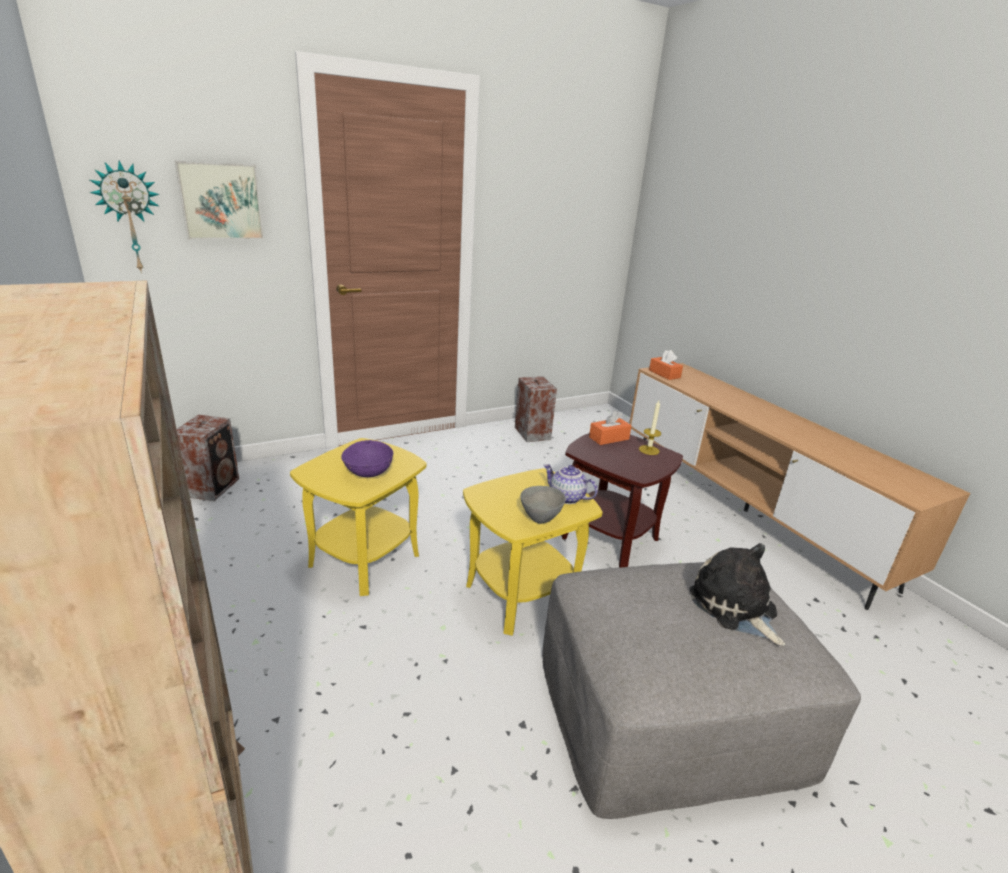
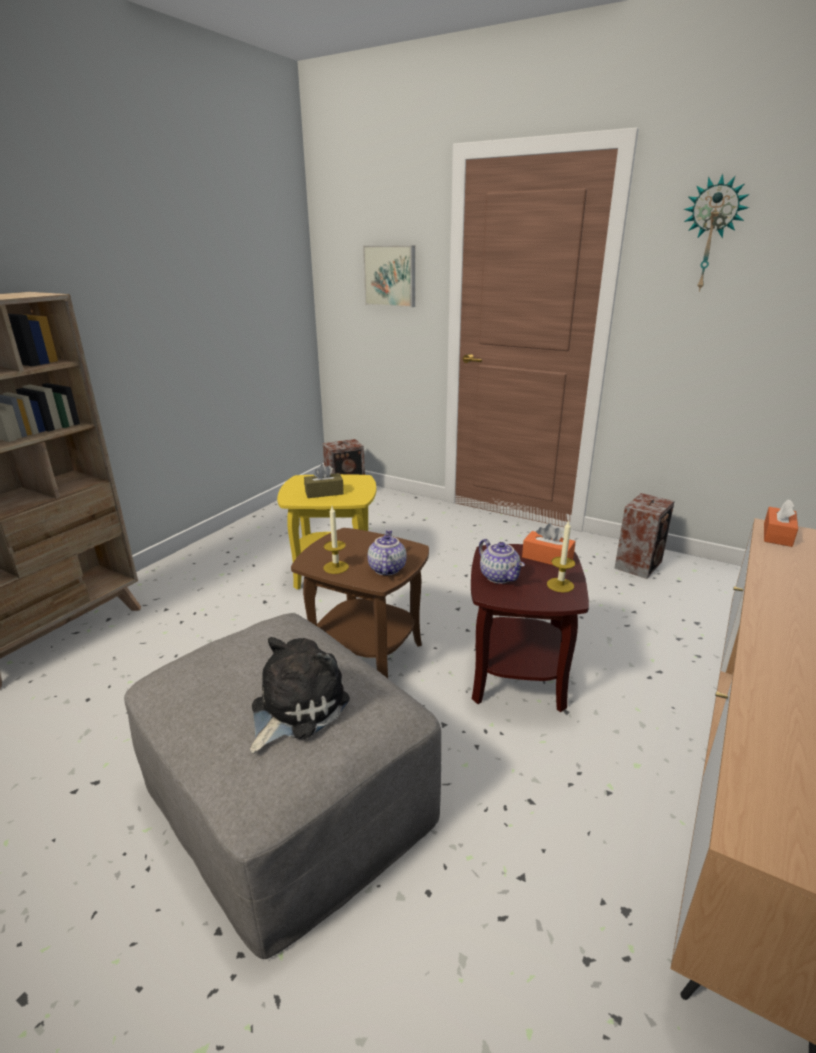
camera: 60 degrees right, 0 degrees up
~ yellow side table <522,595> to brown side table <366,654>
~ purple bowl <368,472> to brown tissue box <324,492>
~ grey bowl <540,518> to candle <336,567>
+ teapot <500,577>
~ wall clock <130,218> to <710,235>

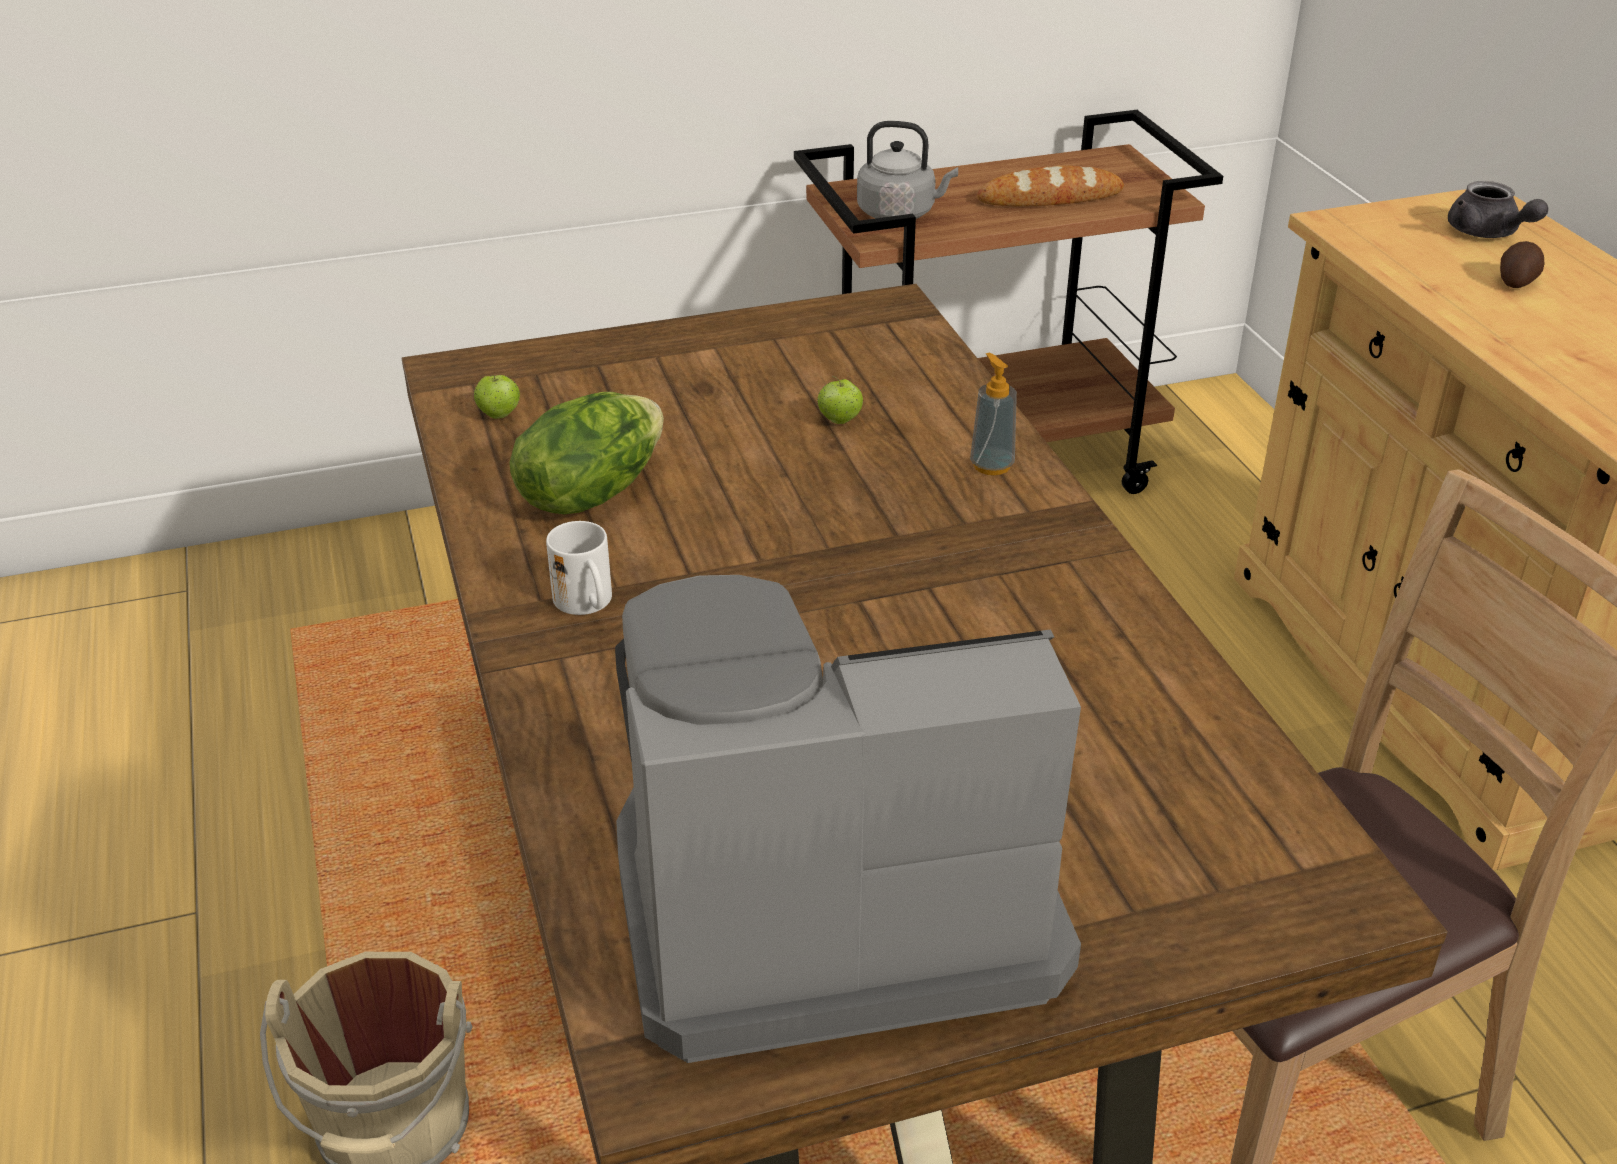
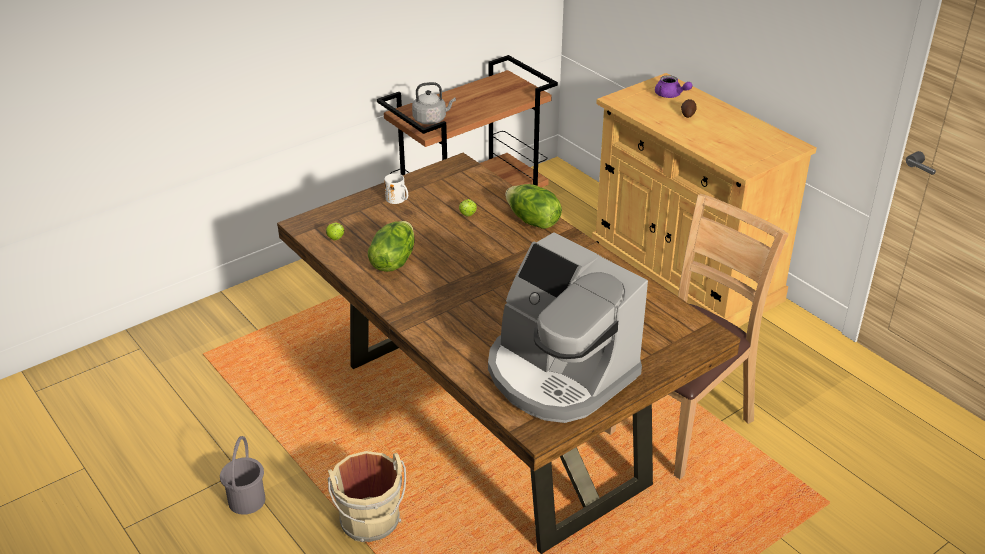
camera: 20 degrees left, 0 degrees up
+ grey bucket <247,500>
~ white mug <588,604> to <398,200>
~ coffee machine <824,902> = <558,374> 105 degrees counterclockwise
~ soap dispenser <991,465> to lettuce <532,221>
~ grey teapot <1487,234> to purple teapot <670,95>
- bread <1050,197>

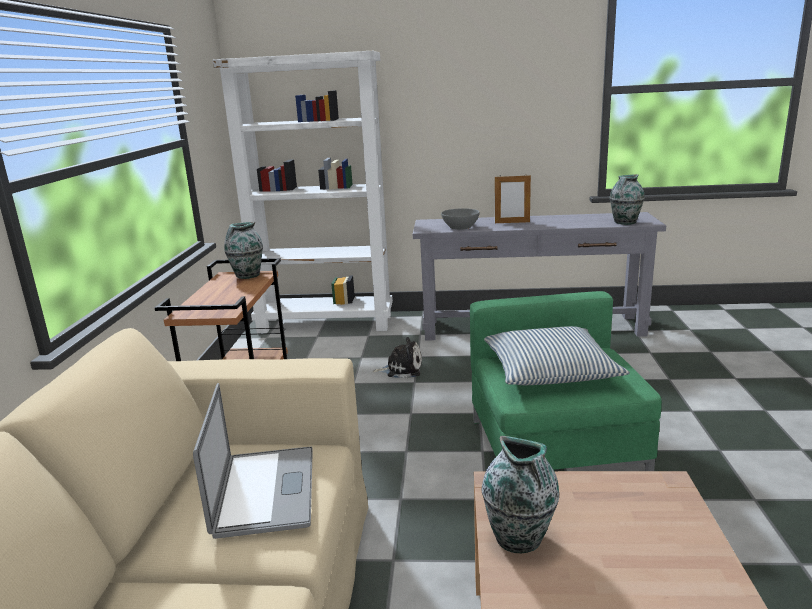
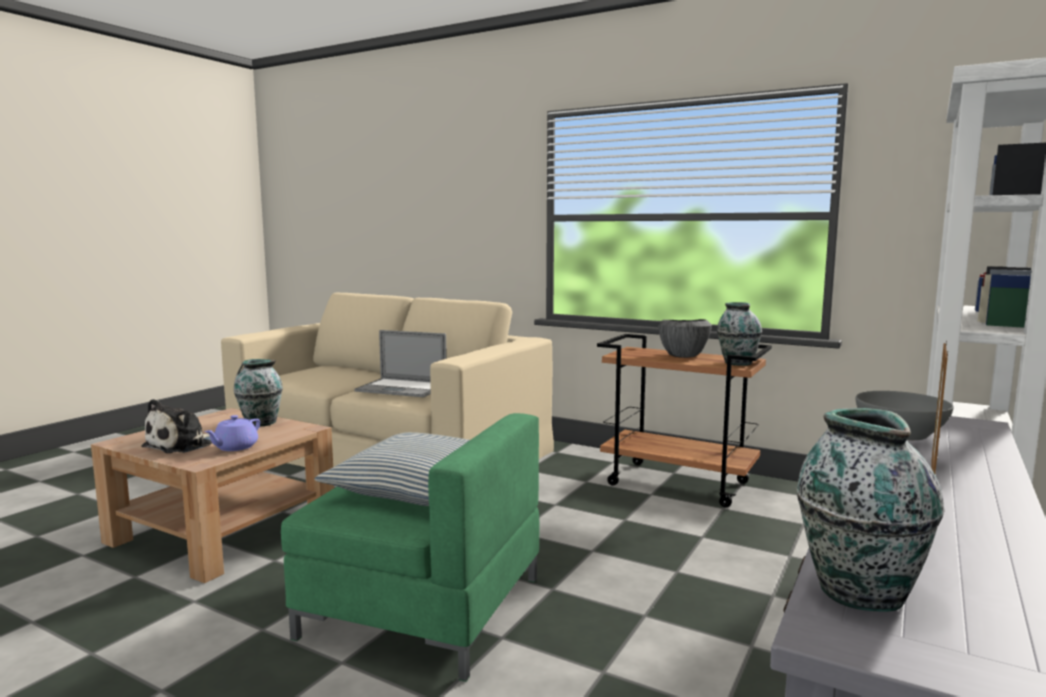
camera: 115 degrees right, 10 degrees down
~ plush toy <401,369> to <182,445>
+ purple teapot <235,447>
+ bowl <683,356>

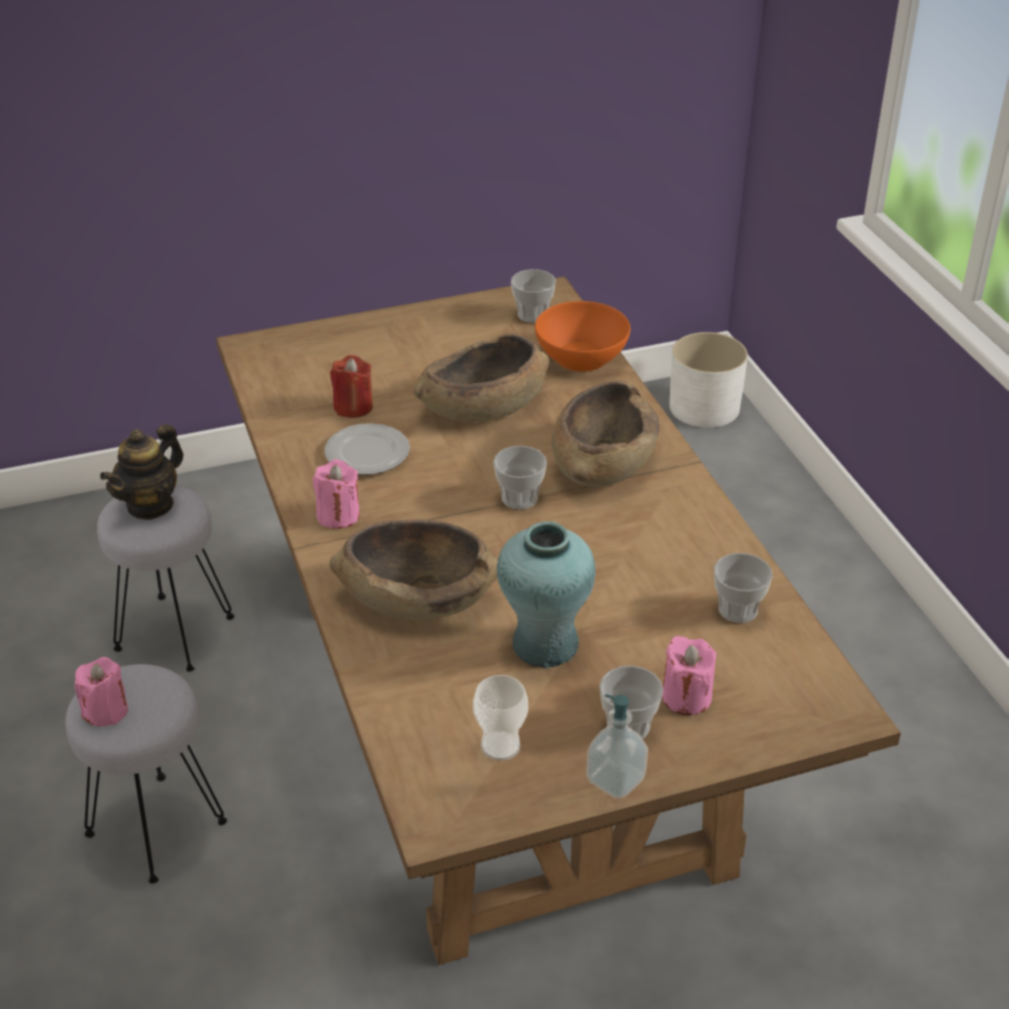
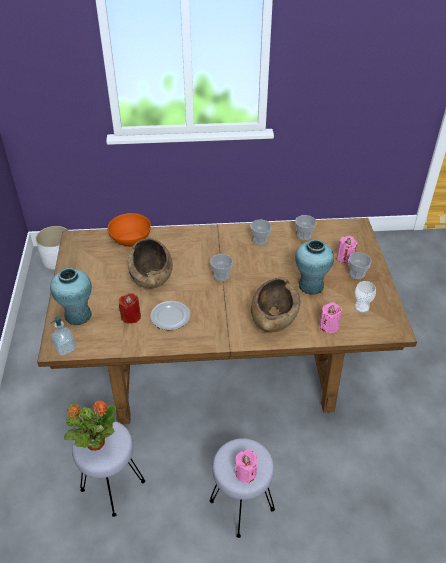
camera: 75 degrees left, 5 degrees up
+ turquoise vase <78,315>
~ soap dispenser <615,779> to <65,348>
~ teapot <150,505> to potted plant <95,442>
~ cup <533,315> to <260,240>
~ pink candle <338,515> to <329,326>
- brown bowl <603,461>

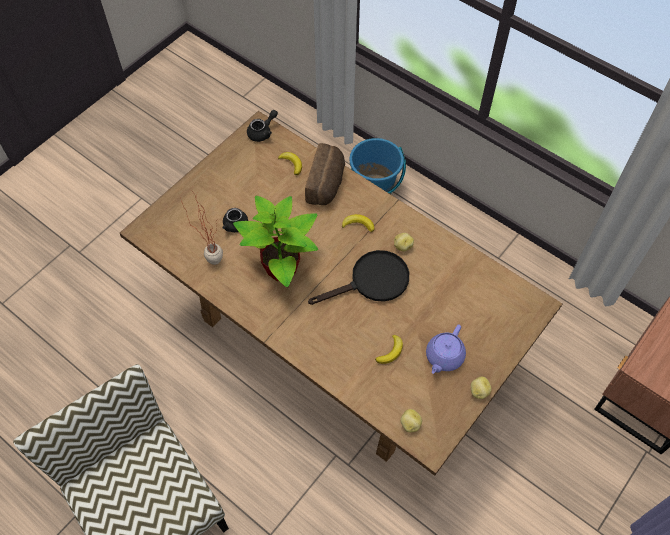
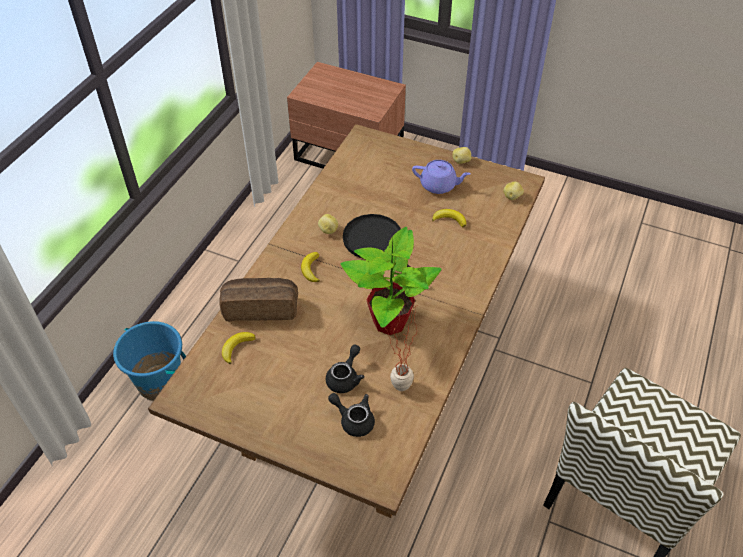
camera: 105 degrees left, 10 degrees down
~ black teapot <262,132> to <353,420>

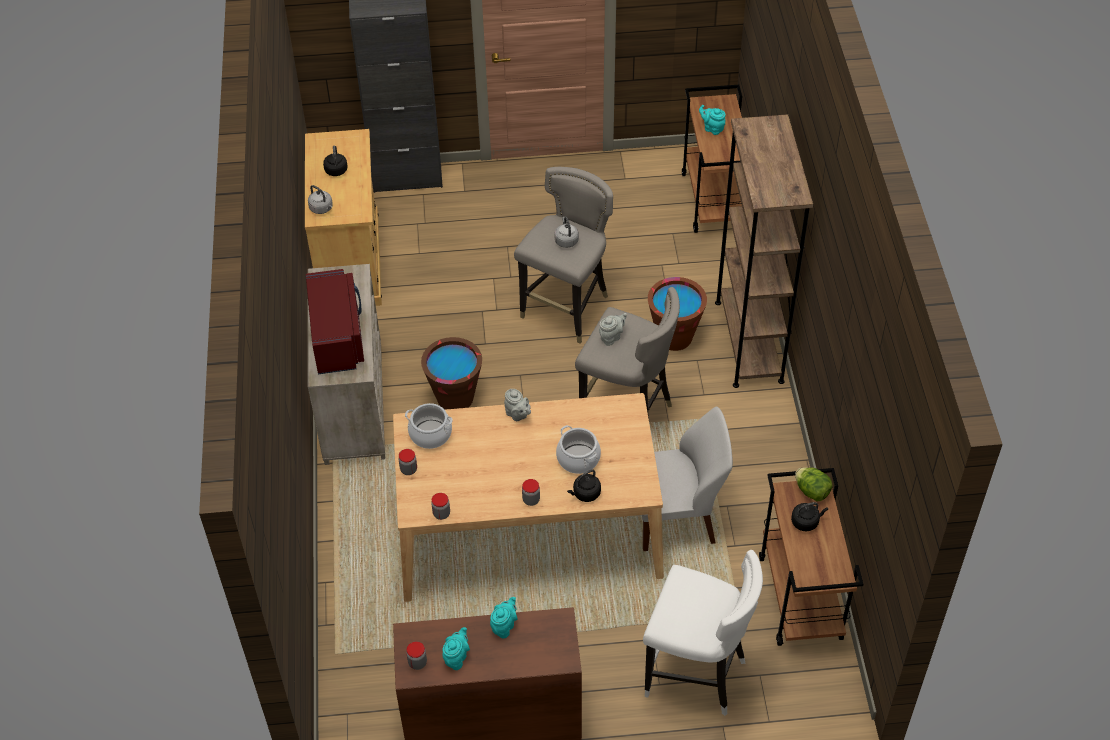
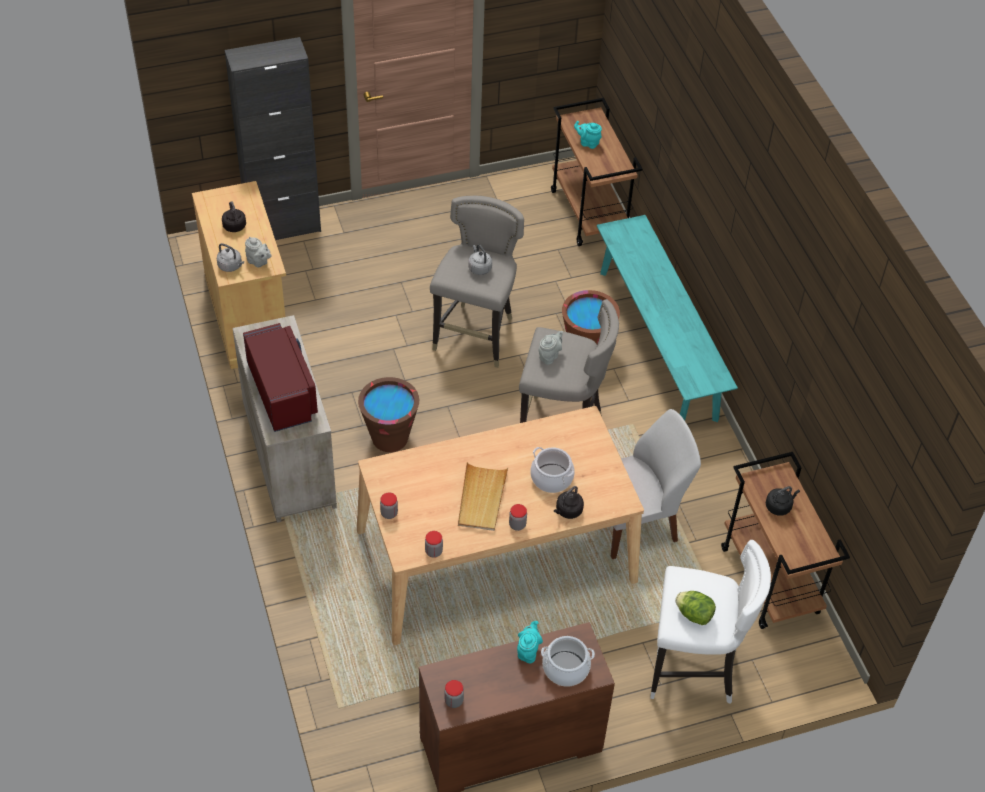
camera: 15 degrees left, 0 degrees up
~ grey teapot <517,415> to <258,262>
+ beige tray <481,499>
~ cooking pot <430,434> to <565,668>
~ brown bookcase <749,341> to turquoise bench <657,344>
~ lettuce <812,491> to <694,615>
- turquoise teapot <457,657>

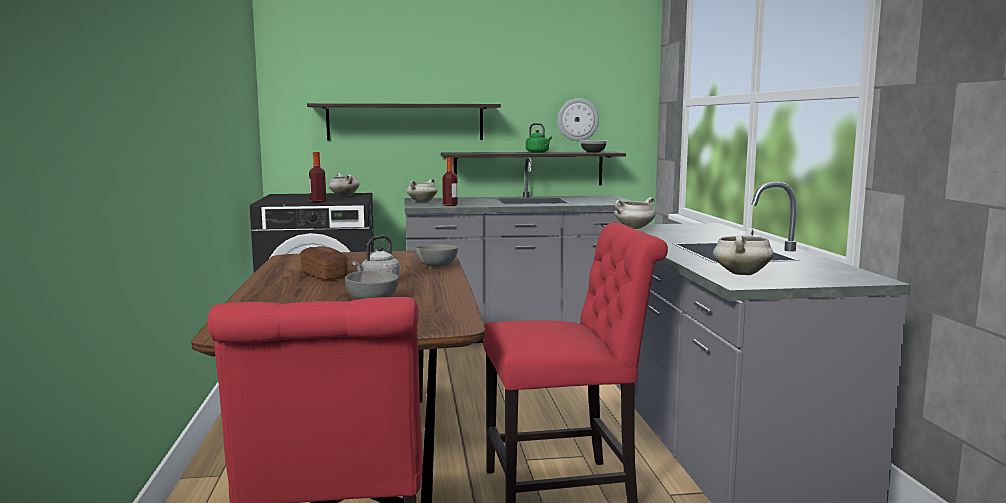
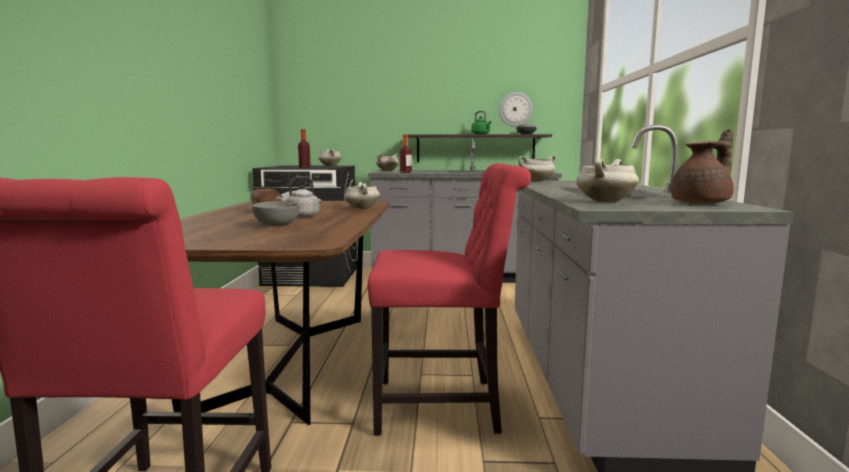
camera: 10 degrees right, 0 degrees up
~ grey bowl <435,266> to white cooking pot <361,208>
+ brown teapot <703,203>
- shelf <405,122>

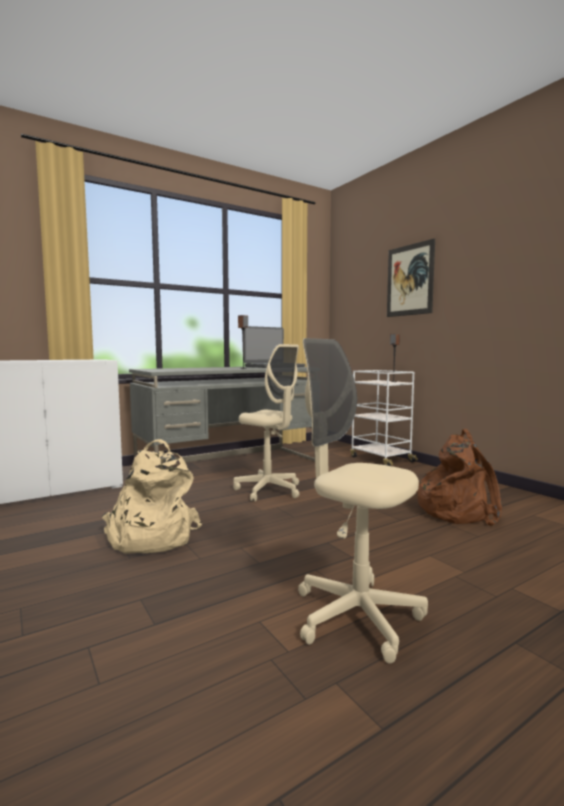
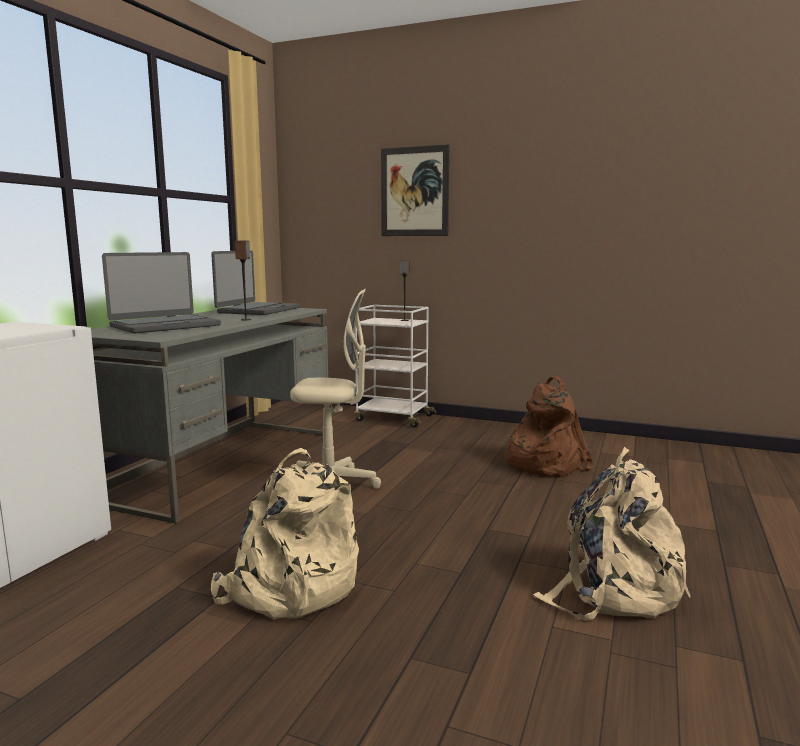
camera: 35 degrees left, 5 degrees up
+ laptop <164,326>
~ beige office chair <356,616> to beige backpack <613,589>

